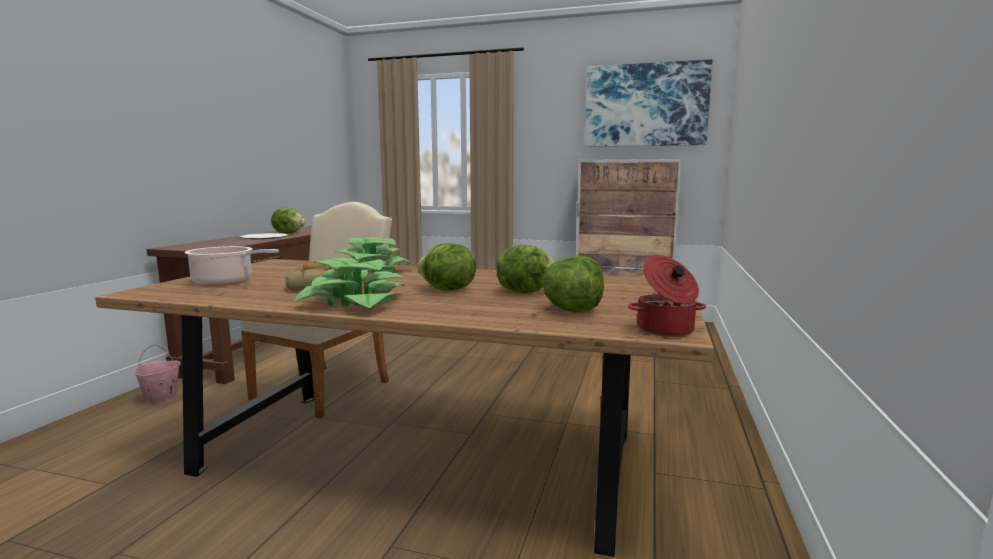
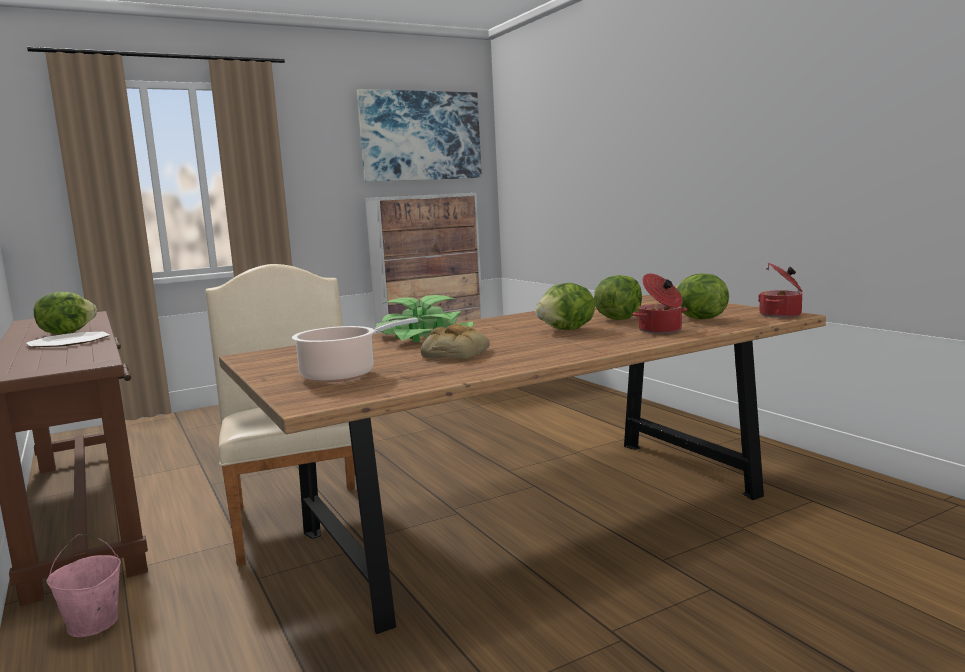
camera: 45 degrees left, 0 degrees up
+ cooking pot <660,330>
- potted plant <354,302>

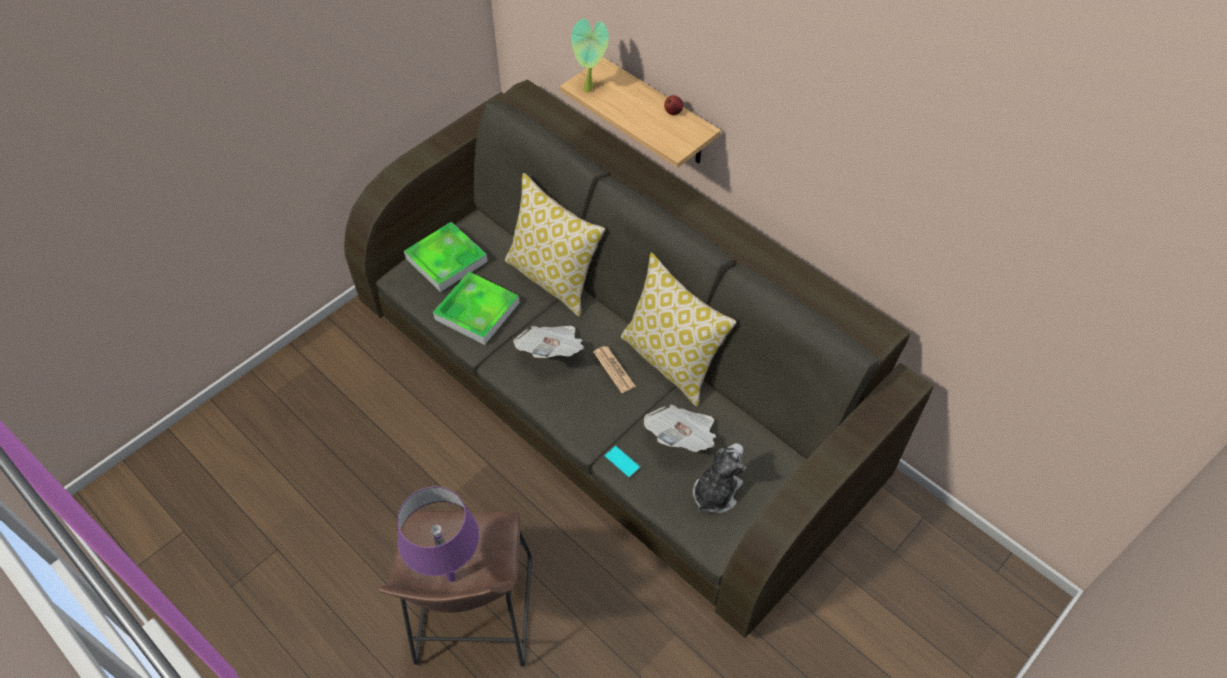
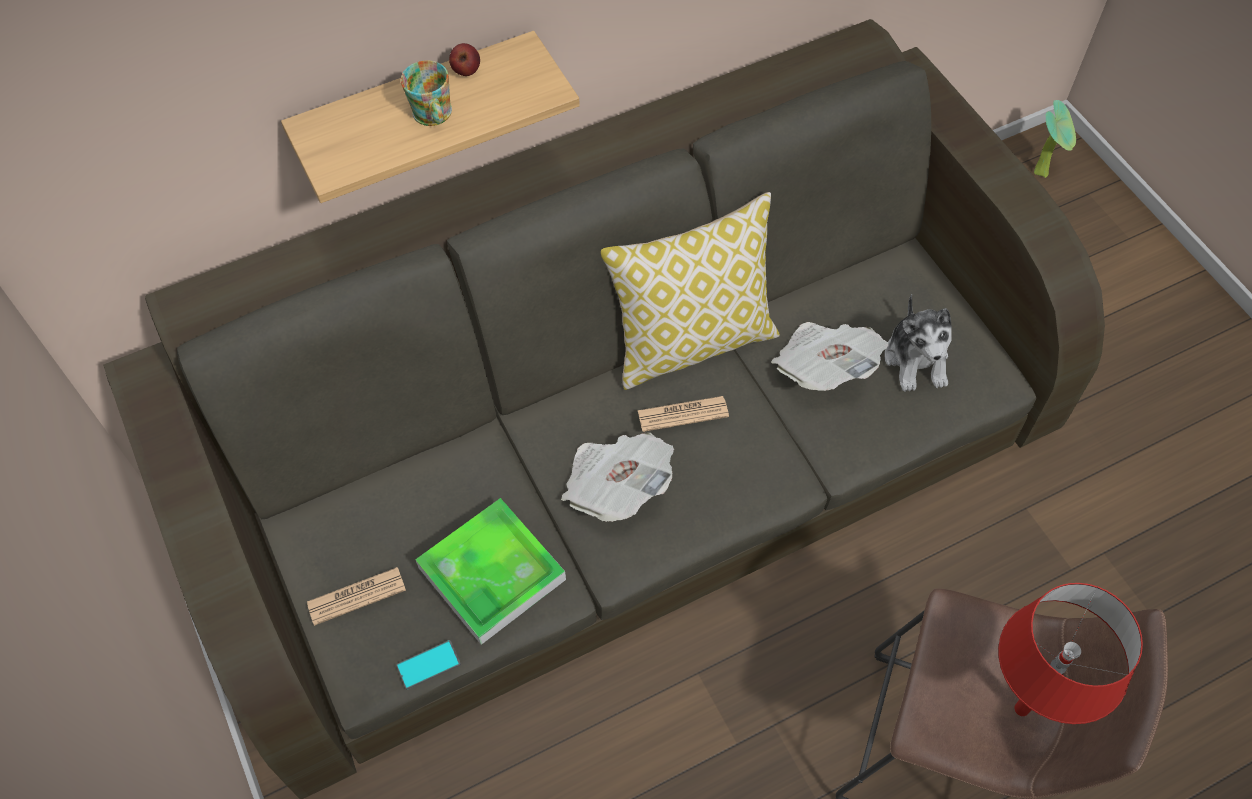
camera: 70 degrees left, 5 degrees up
~ tray <446,260> to newspaper <356,596>
~ phone <622,462> to <428,665>
+ mug <433,116>
~ plush toy <715,492> = <916,359> 150 degrees counterclockwise
~ purple table lamp <451,577> to red table lamp <1022,709>
~ potted plant <590,89> to <1043,172>
- pillow <554,278>

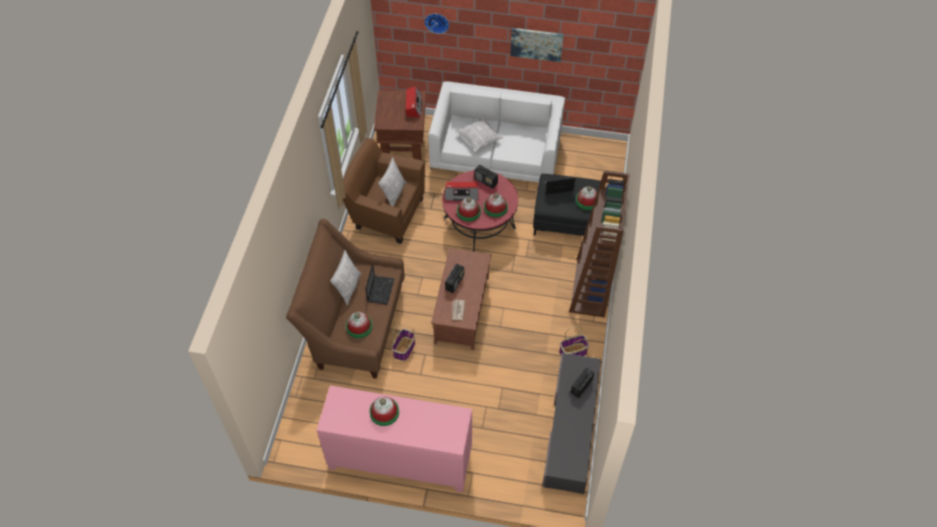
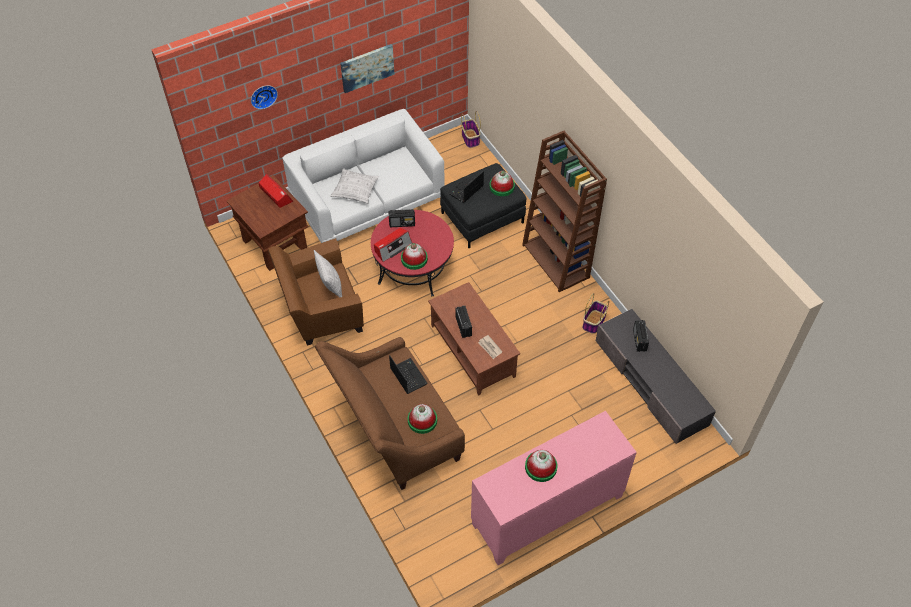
camera: 40 degrees left, 0 degrees up
~ basket <404,349> to <470,139>
- pillow <348,288>
- hat <495,208>

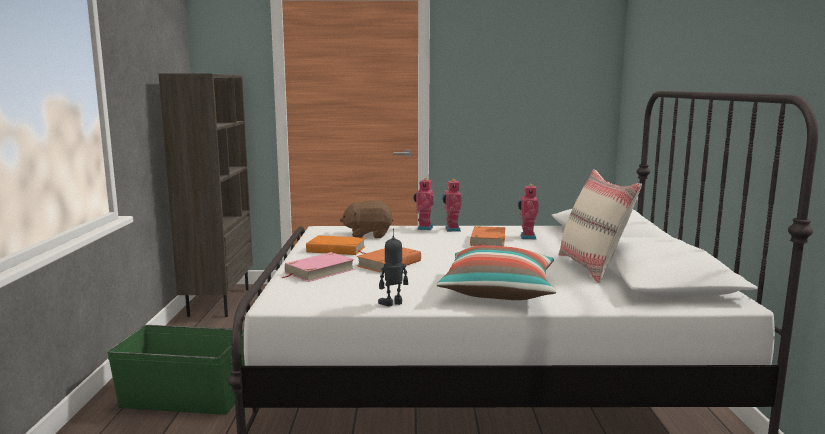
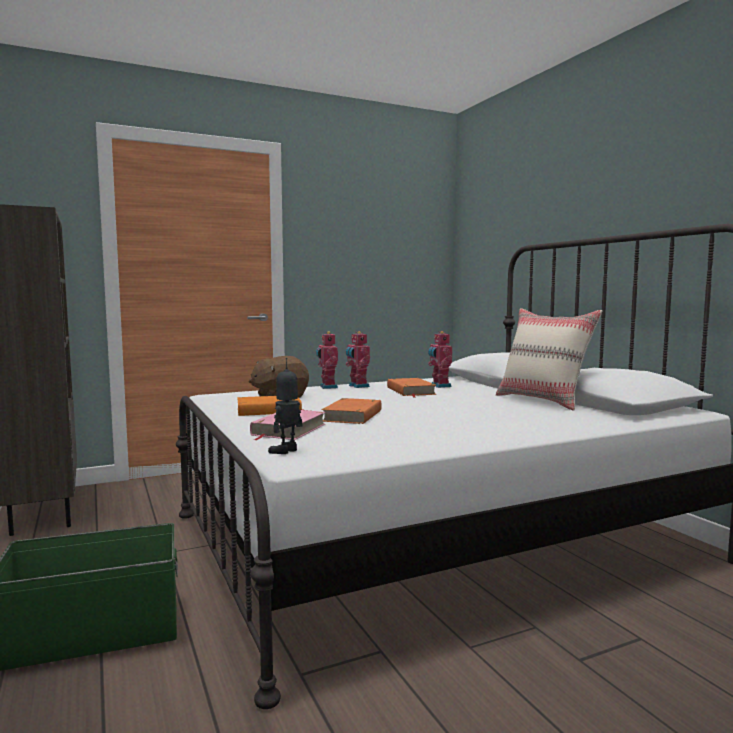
camera: 25 degrees left, 5 degrees down
~ toy robot <393,303> to <287,451>
- pillow <498,291>

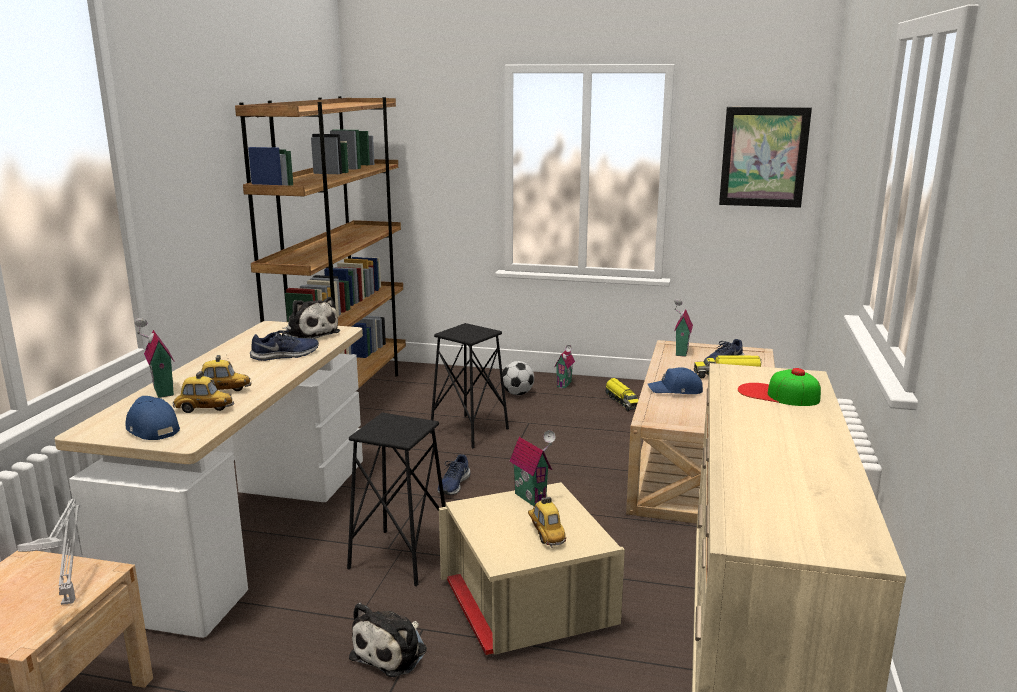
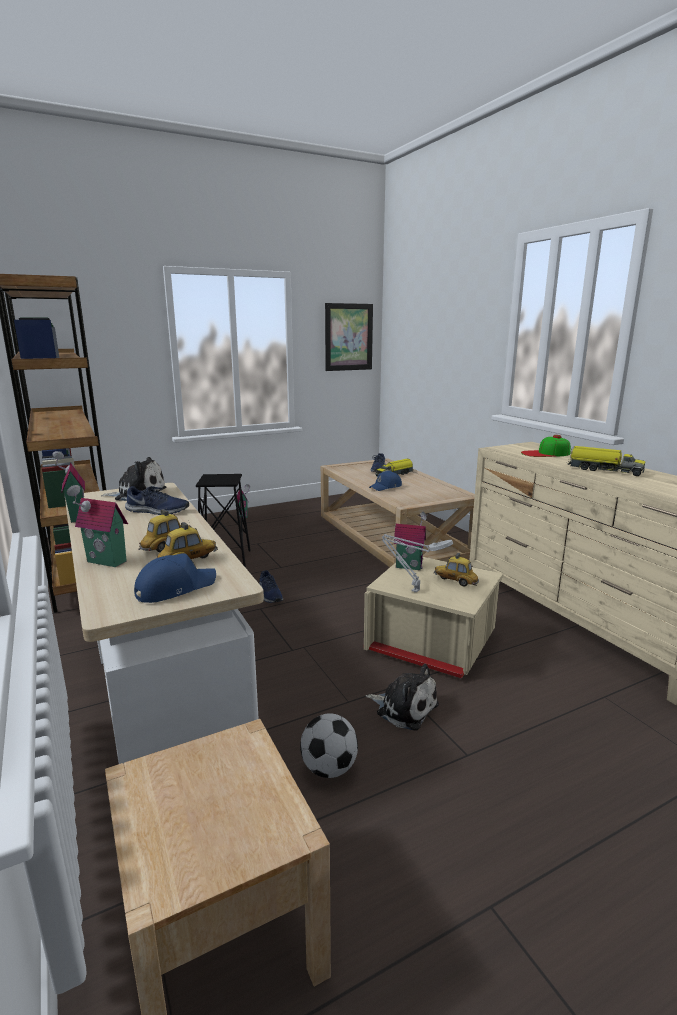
camera: 40 degrees left, 0 degrees up
~ toy house <680,352> to <75,517>
~ blue shoe <285,355> = <157,511> 75 degrees clockwise
~ blue cap <150,428> = <175,588> 135 degrees clockwise
~ football <517,393> to <329,768>
~ plush toy <392,652> = <404,708> 45 degrees counterclockwise
~ grey table lamp <69,600> to <413,590>
~ toy truck <622,401> to <603,470>
- black stool <400,557>

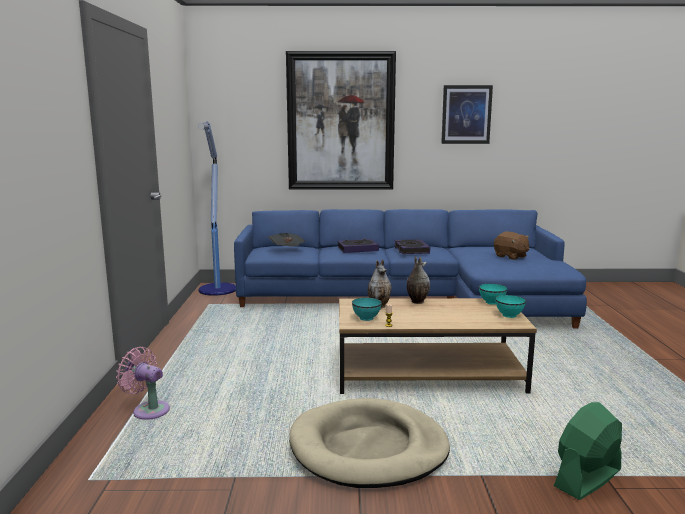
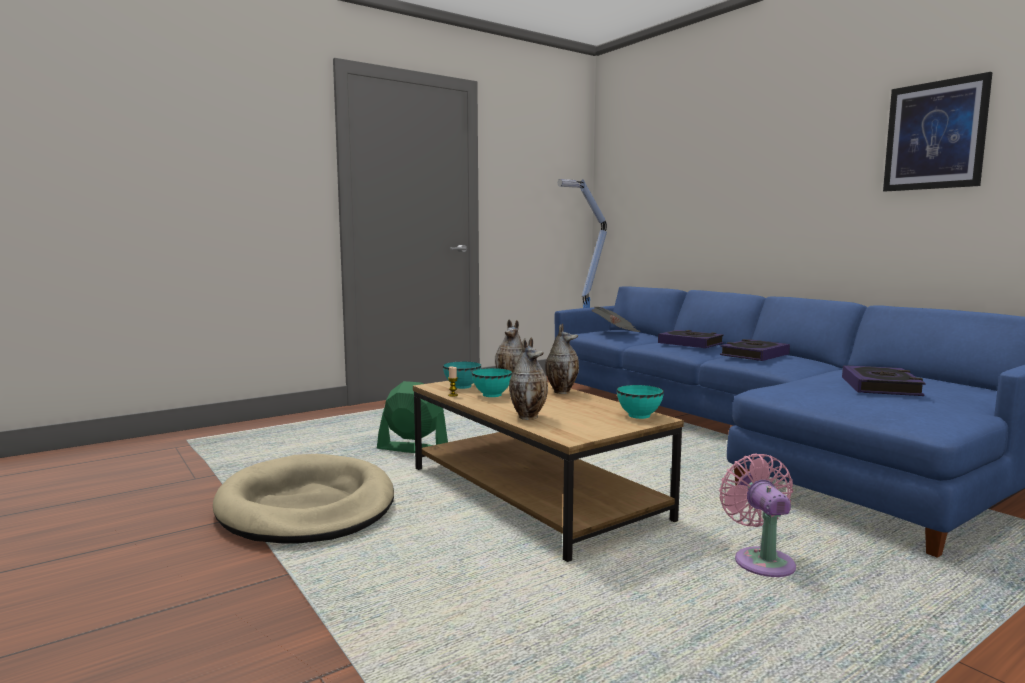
camera: 55 degrees right, 5 degrees down
~ green fan <587,479> to <412,449>
~ turquoise bowl <509,315> to <491,395>
+ vase <528,416>
~ pink fan <148,410> to <761,560>
~ brown plush toy <510,256> to book <880,387>
- picture <341,122>

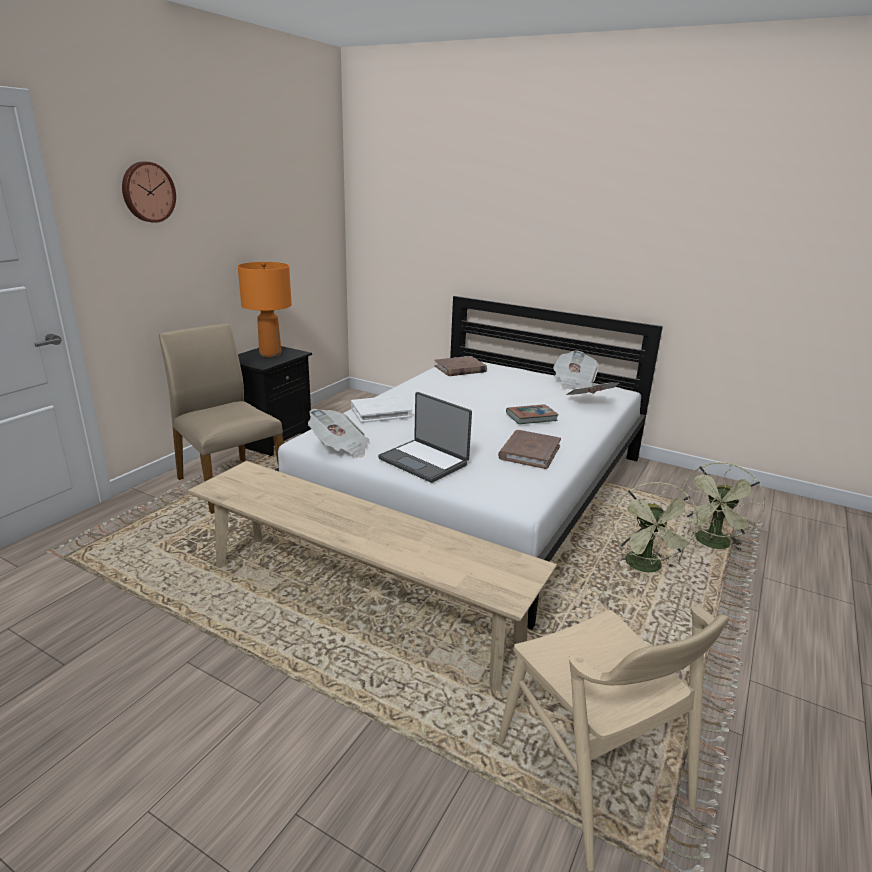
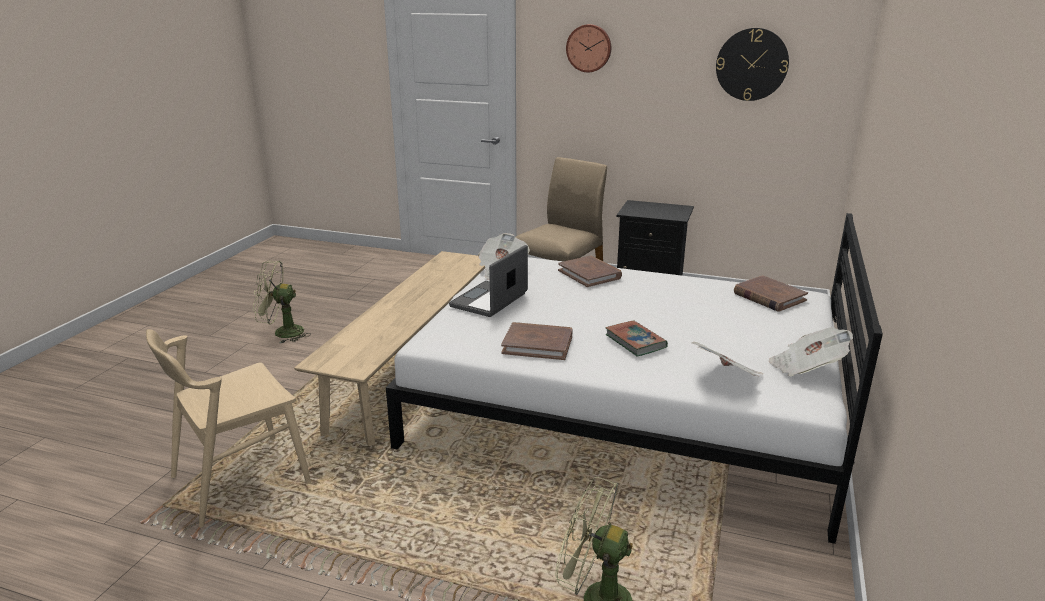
camera: 80 degrees right, 0 degrees up
~ green fan <646,568> to <282,333>
~ white book <380,412> to brown book <589,274>
+ wall clock <752,64>
- orange table lamp <270,354>

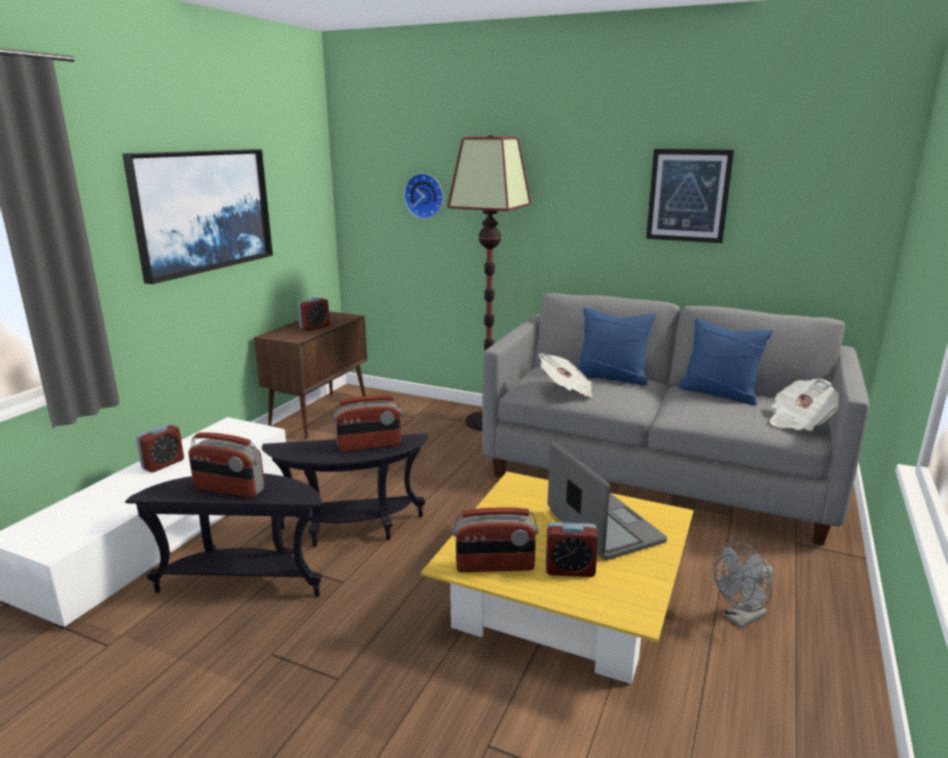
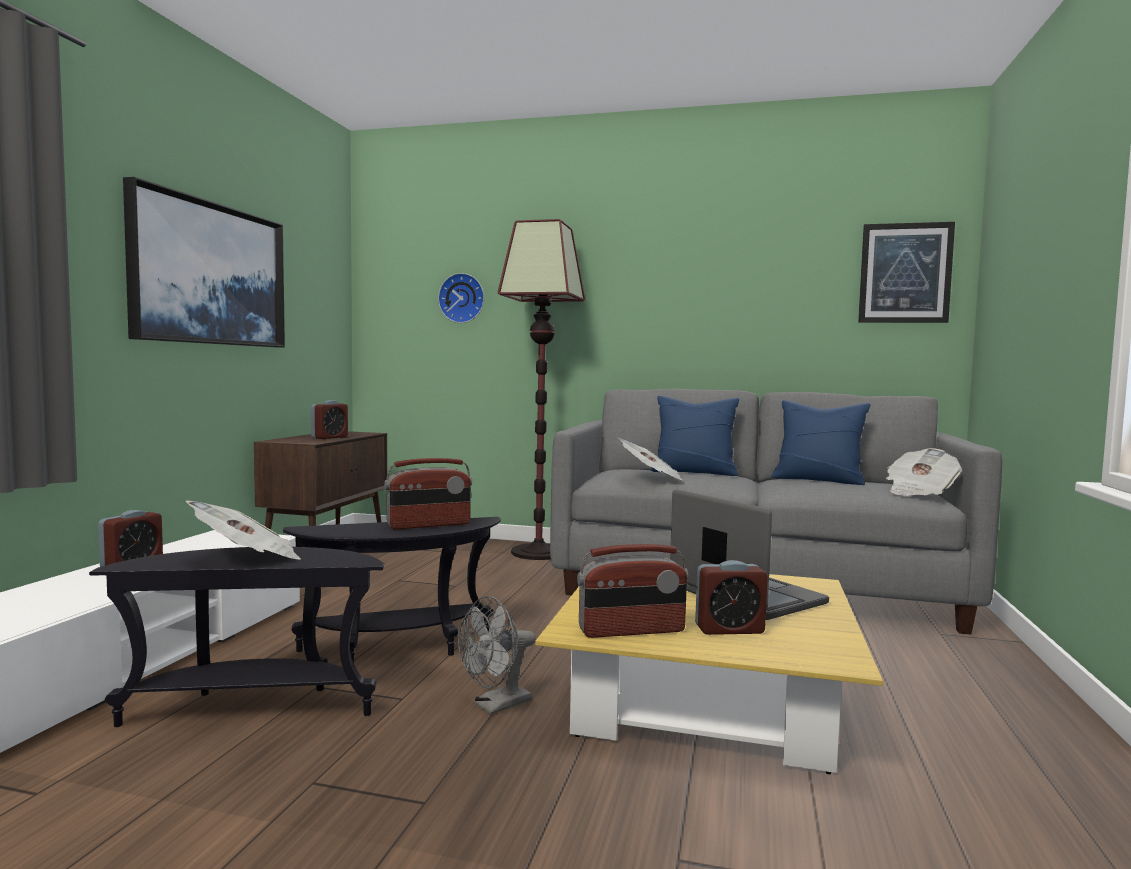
camera: 10 degrees left, 15 degrees down
~ radio <229,489> to newspaper <248,558>
~ grey fan <740,618> to <496,706>
~ picture <688,195> to <905,273>

